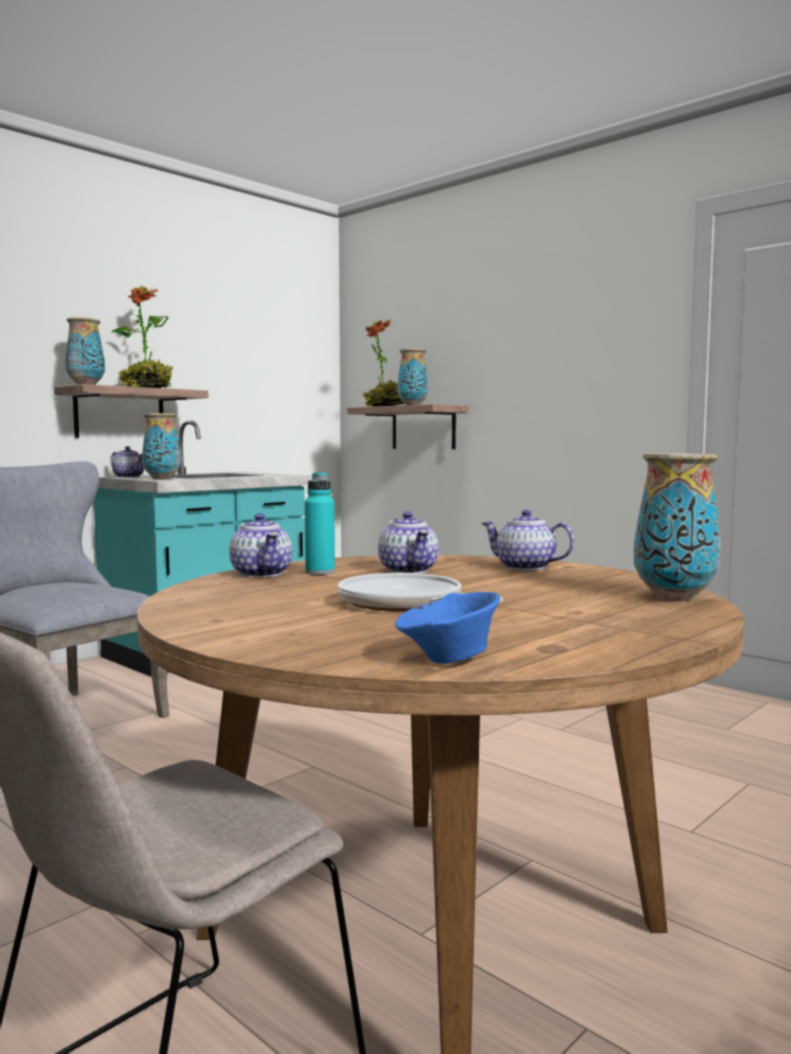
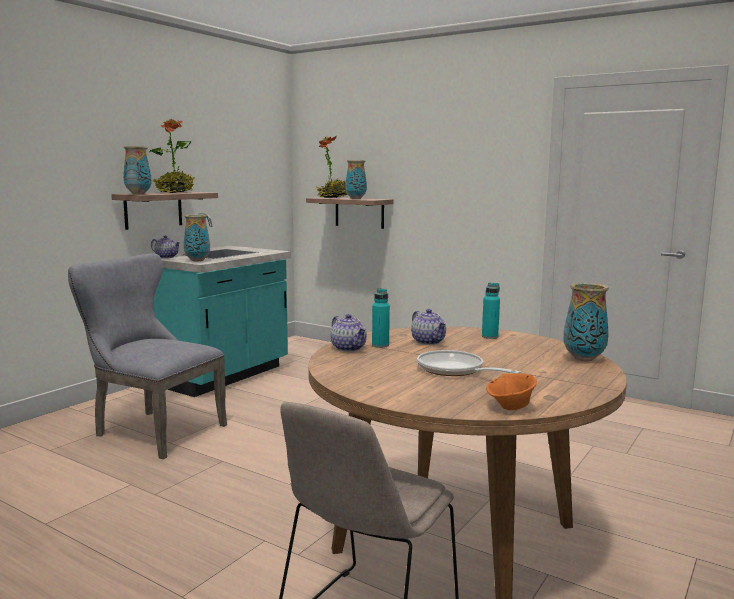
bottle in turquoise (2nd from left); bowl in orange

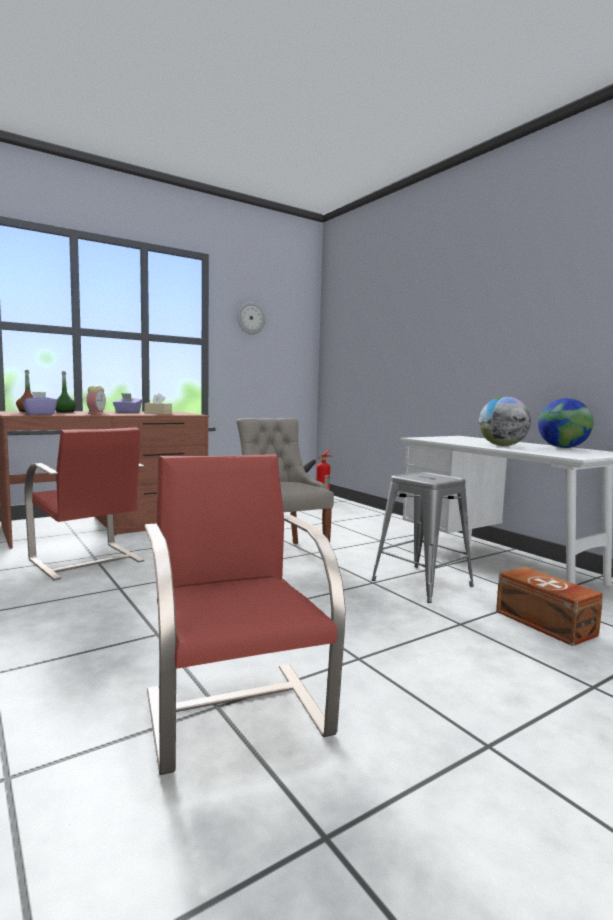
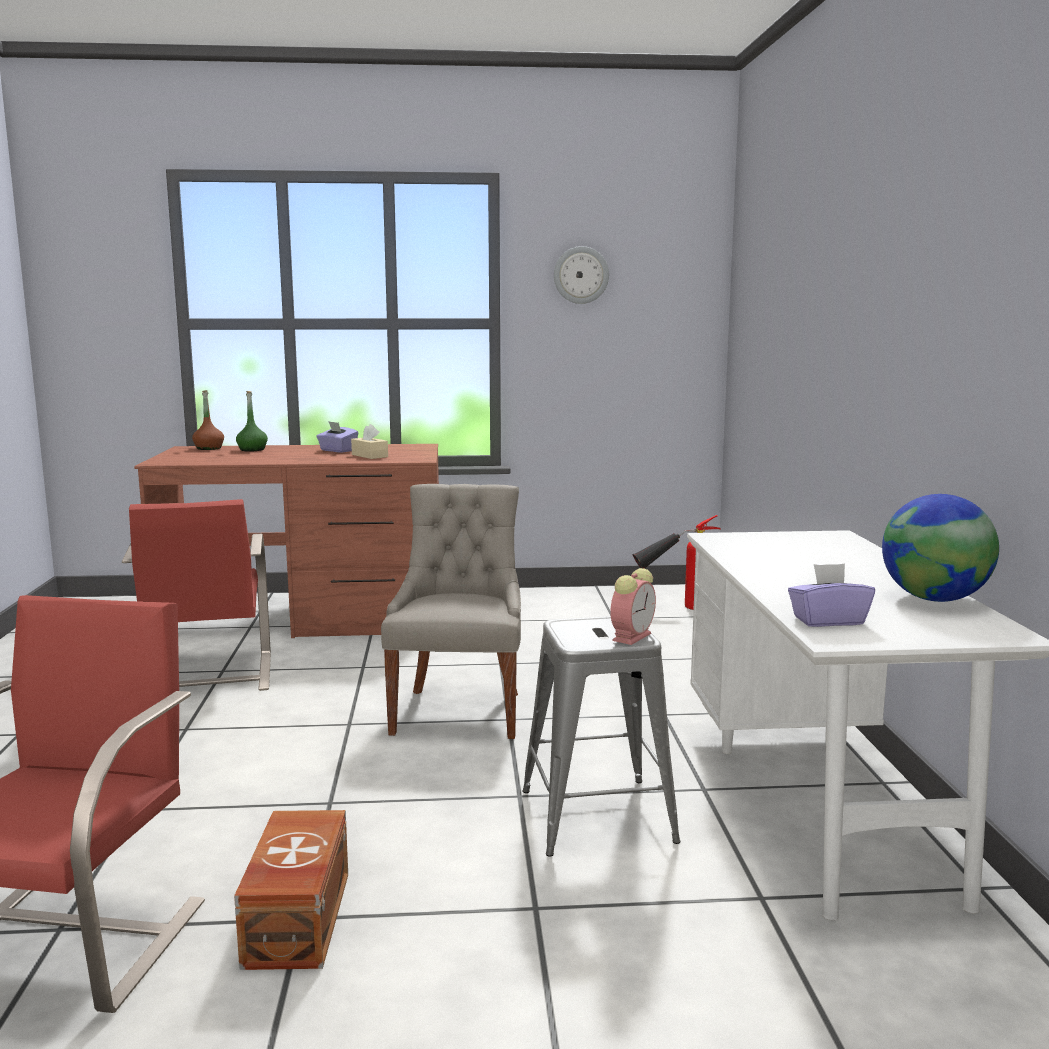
storage box in brown; alarm clock; tissue box in purple (2nd from left); globe (1st from left in the first image)

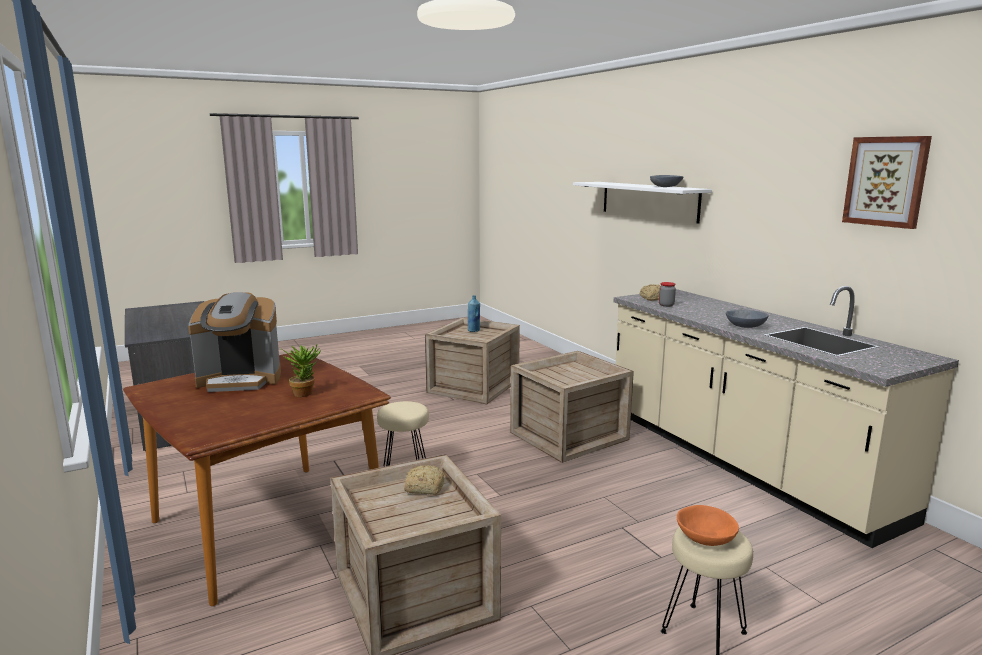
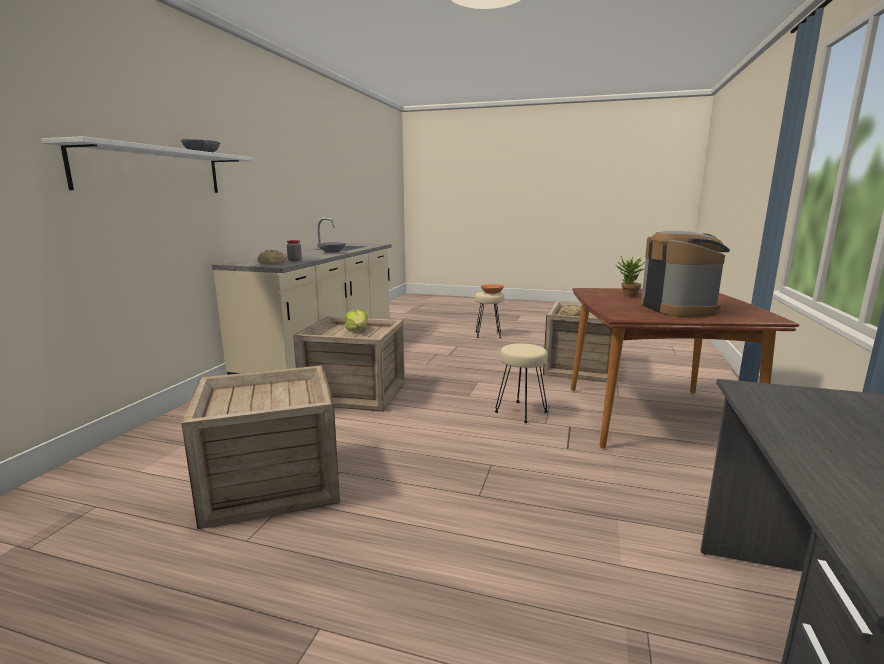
lettuce; coffee machine; bottle in blue; picture

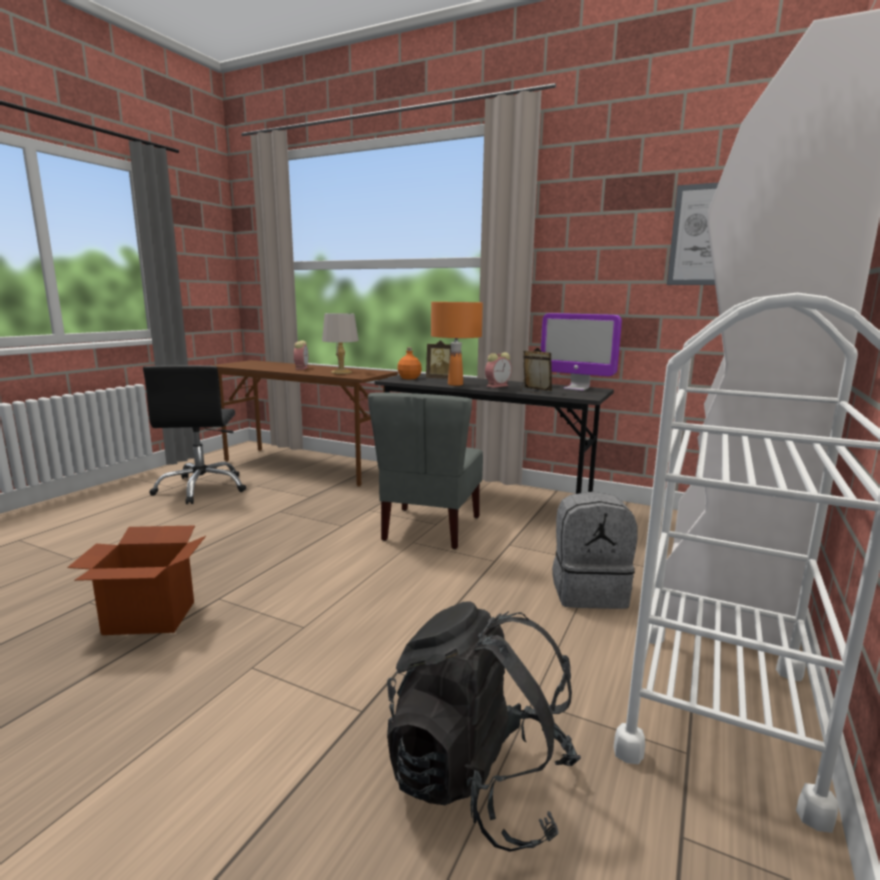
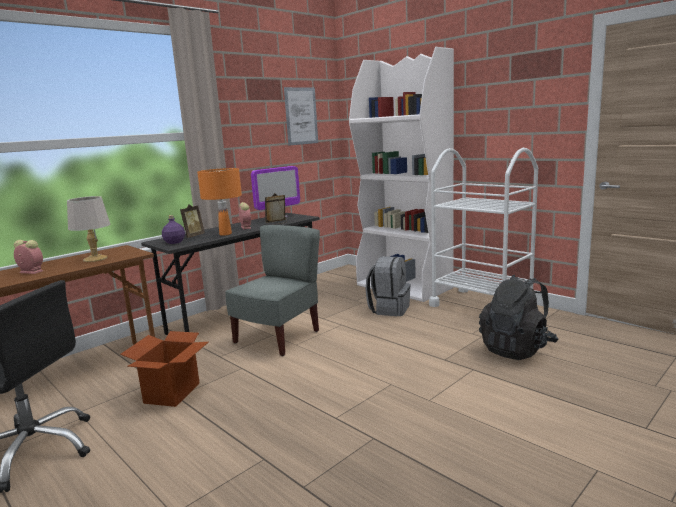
cardboard box; bottle in purple; chair in grey

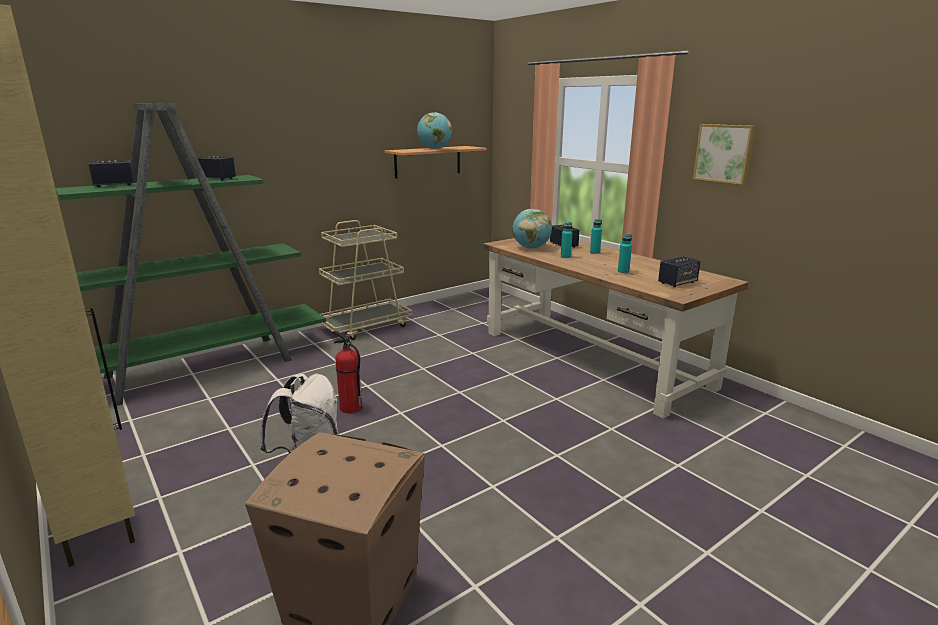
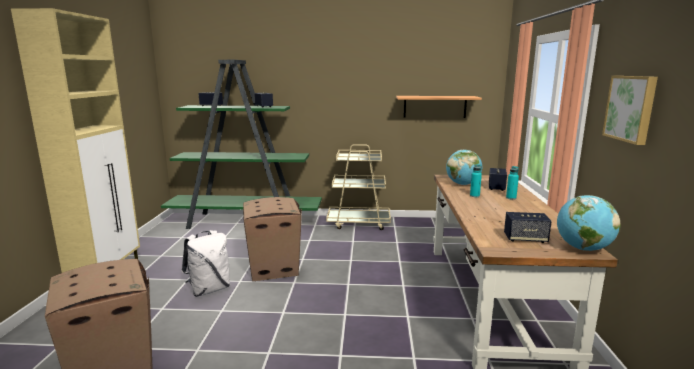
cardboard box (2nd from left); globe (2nd from left); bottle in turquoise (3rd from left in the first image)

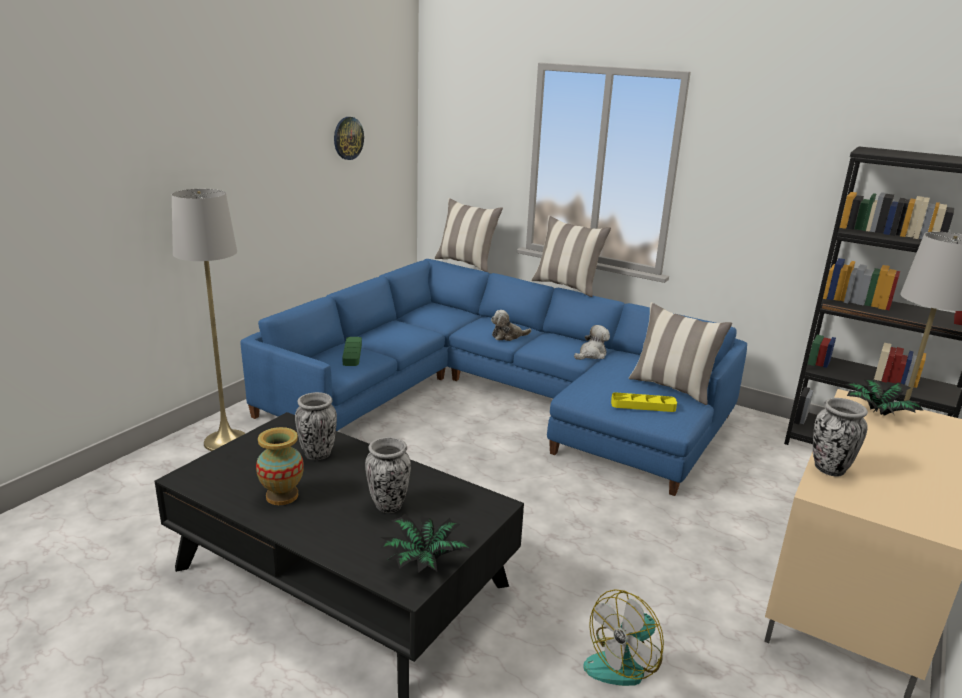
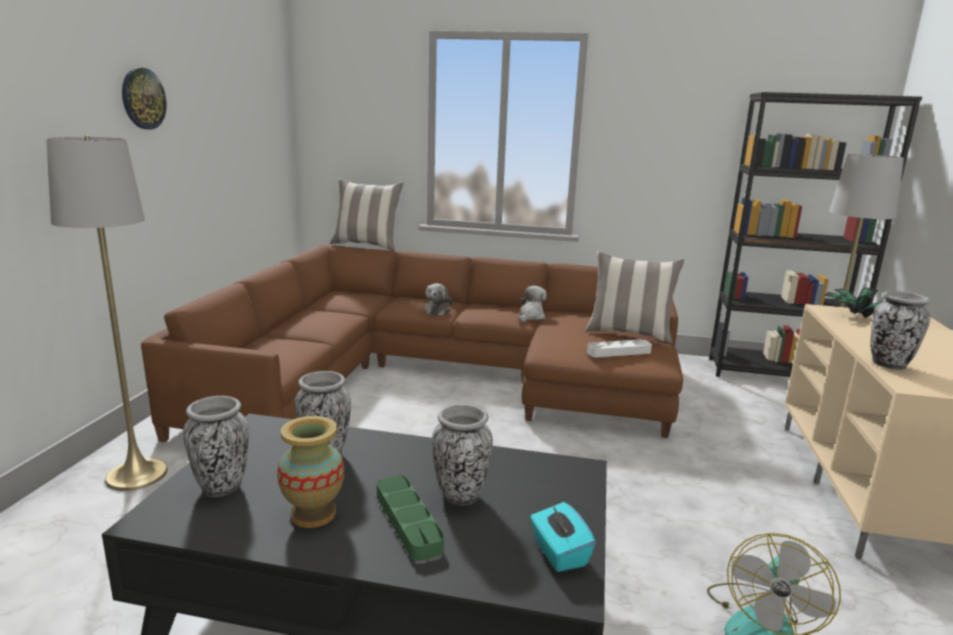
wall clock; sofa in brown; vase (1st from left); tray in green; plush toy (1st from left); tissue box in turquoise; tray in white; pillow (2nd from left in the first image)

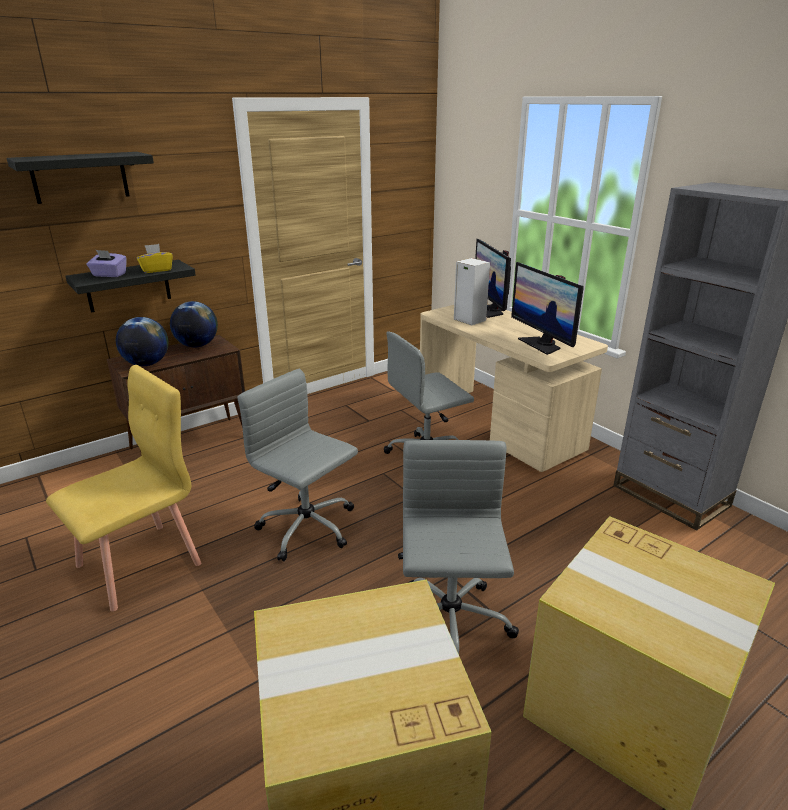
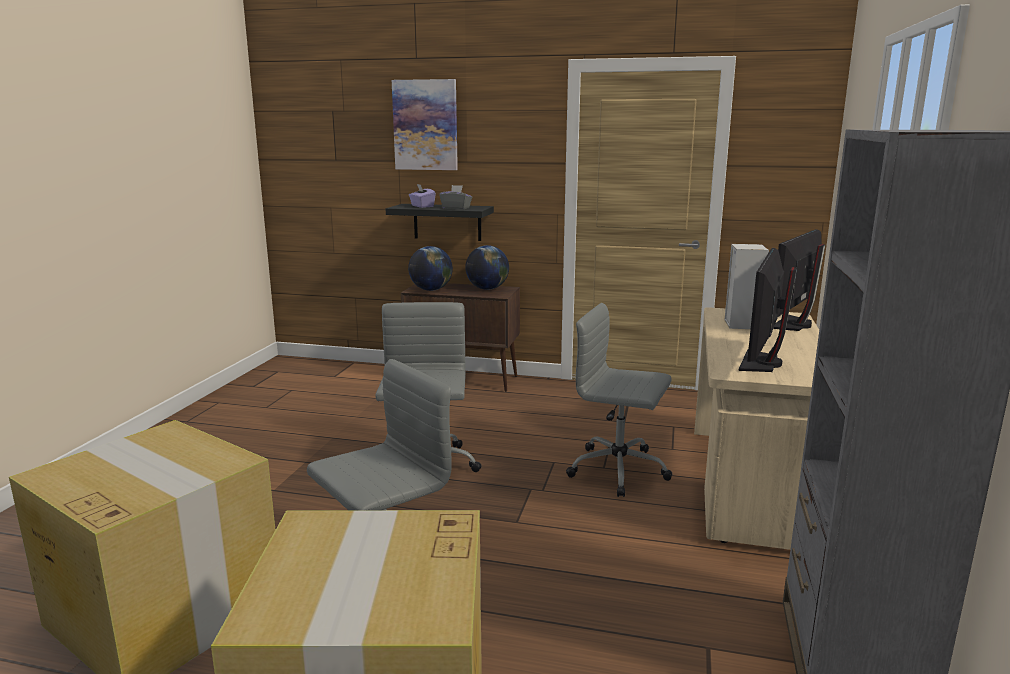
picture; tissue box in grey; chair in yellow

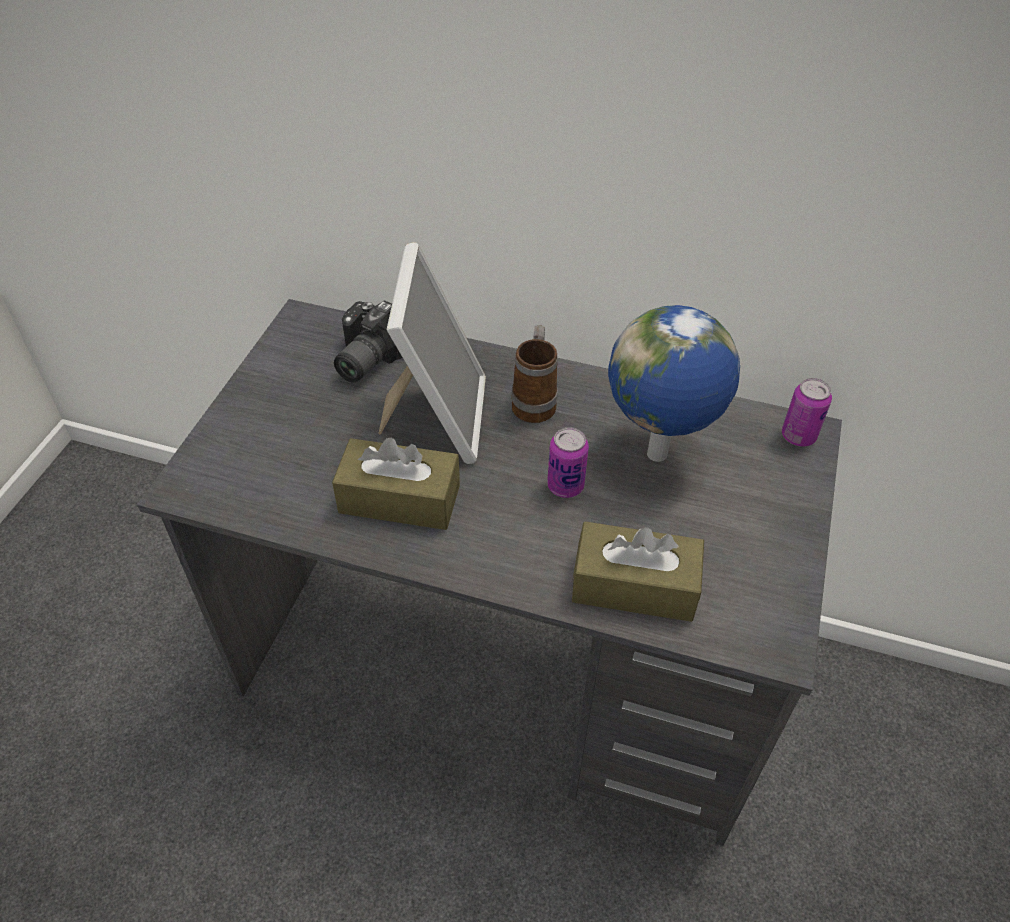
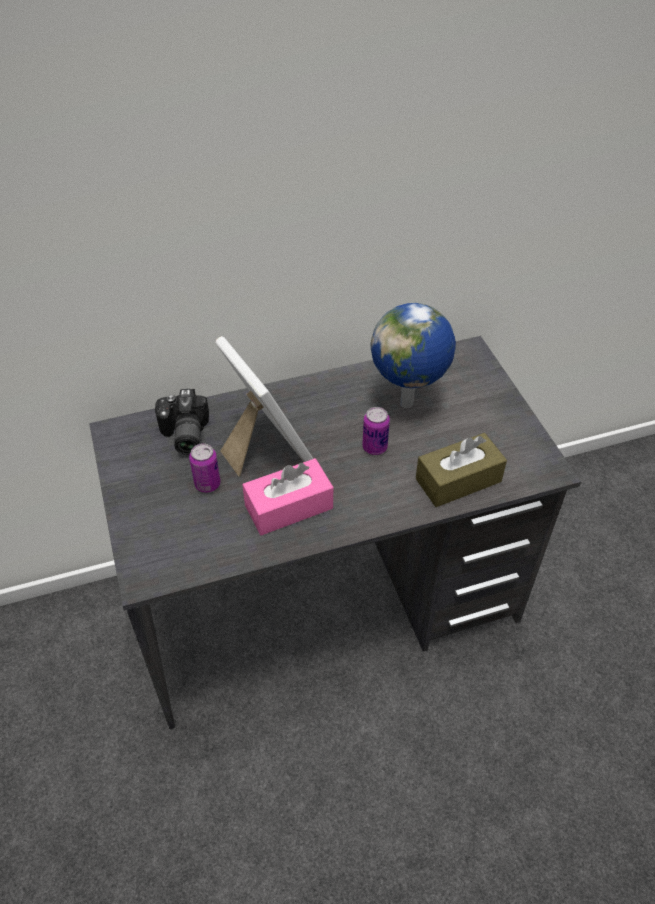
can (1st from left); tissue box in pink; mug

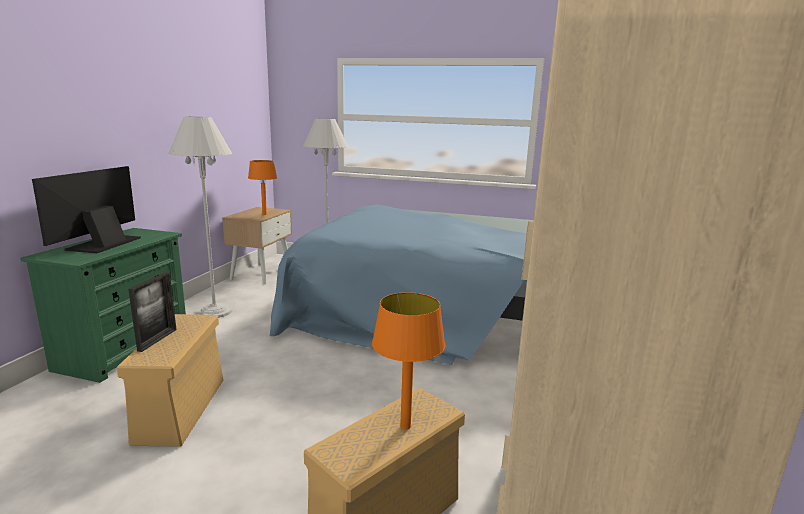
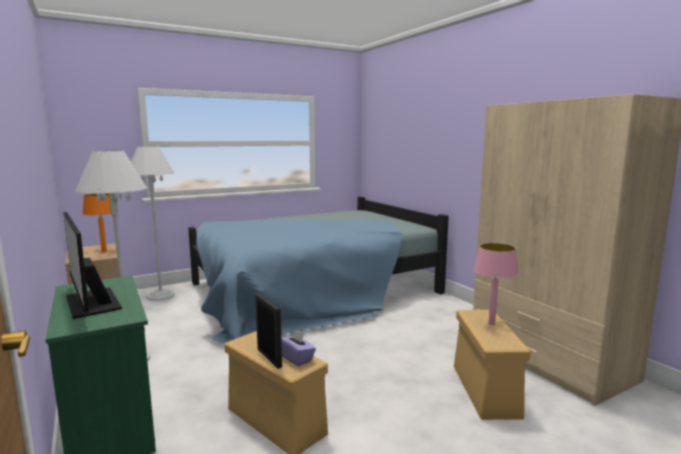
tissue box in purple; table lamp in pink

